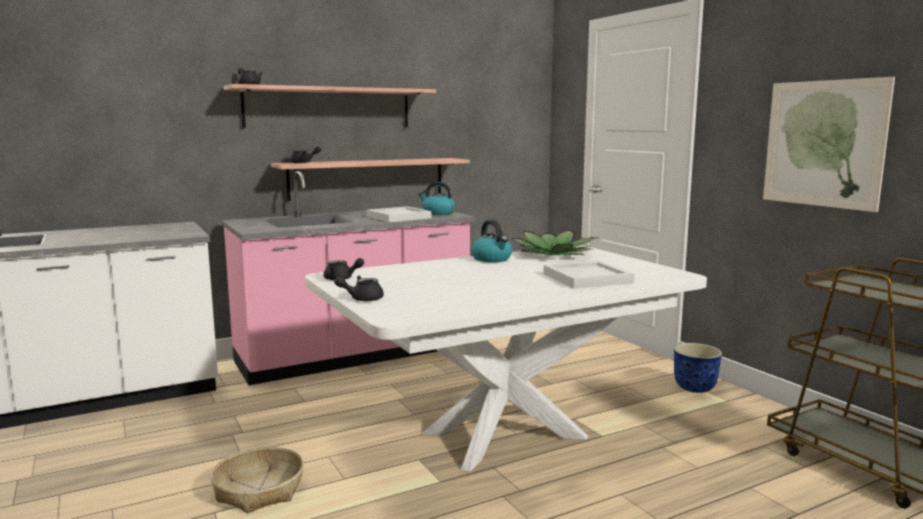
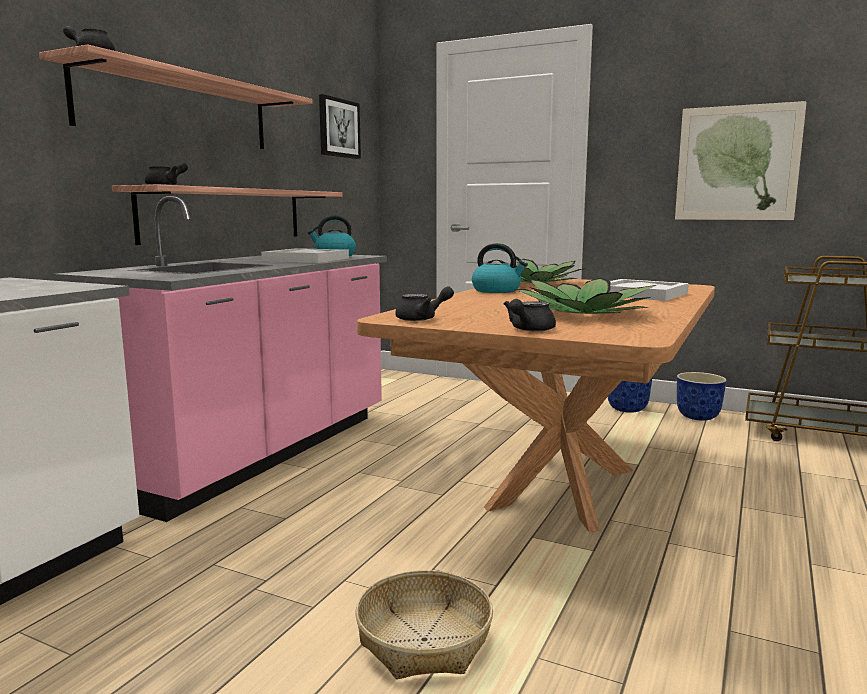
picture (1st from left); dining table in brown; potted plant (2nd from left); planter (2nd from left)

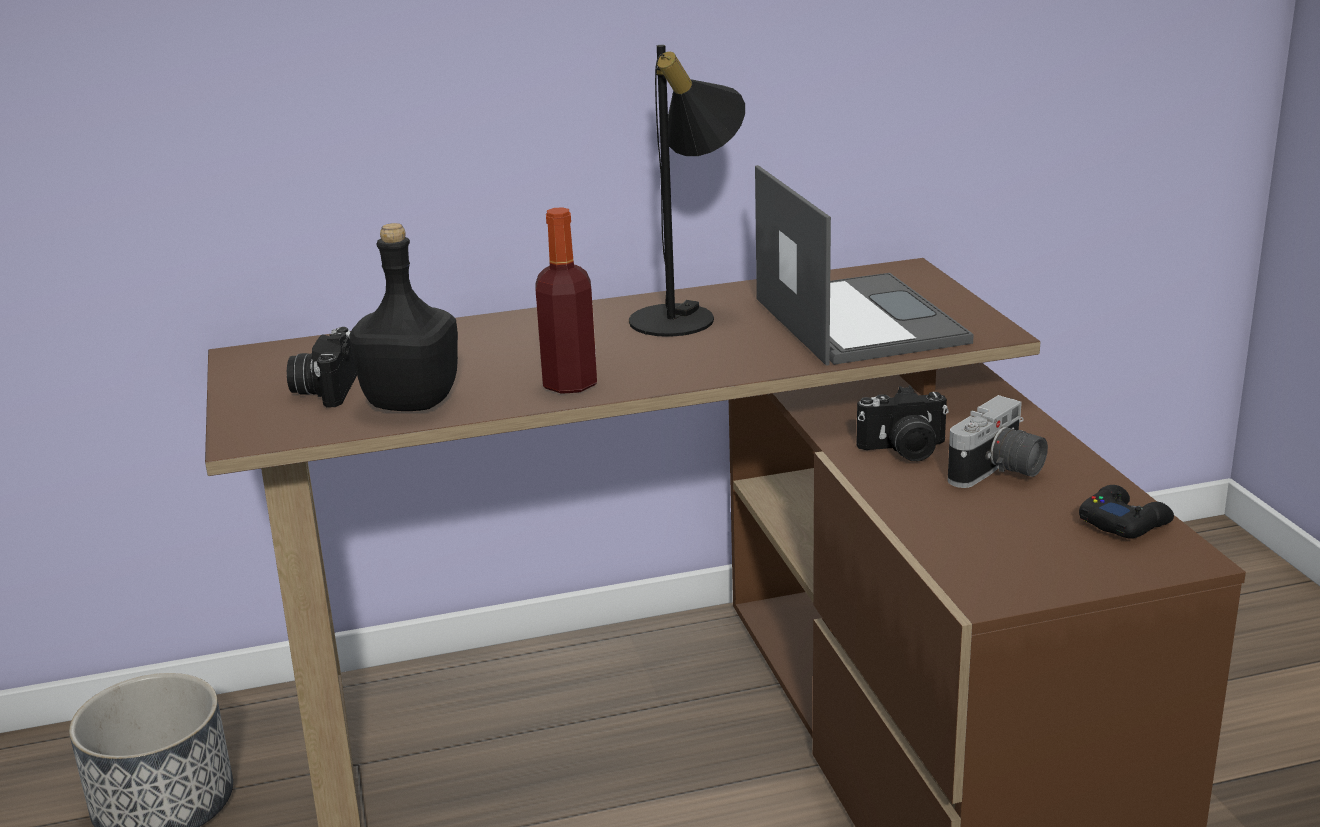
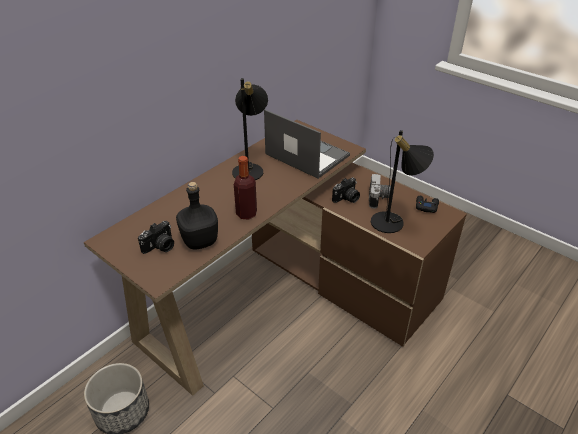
photo camera (1st from left); table lamp in black (2nd from left)

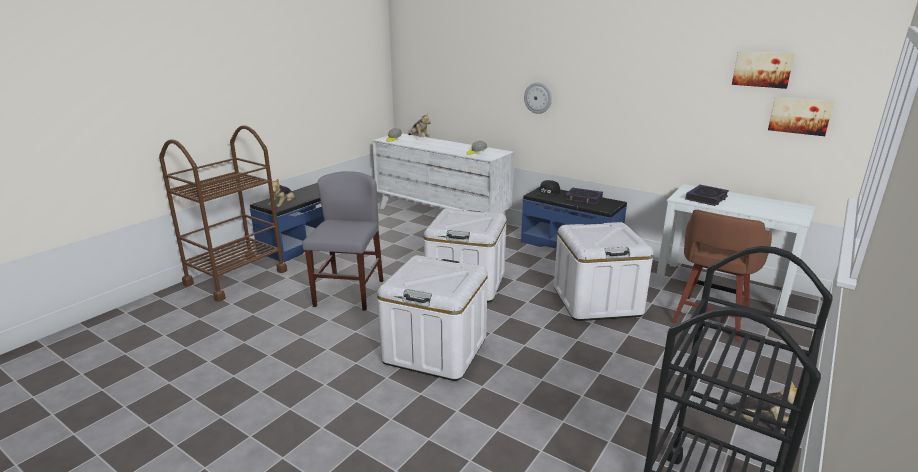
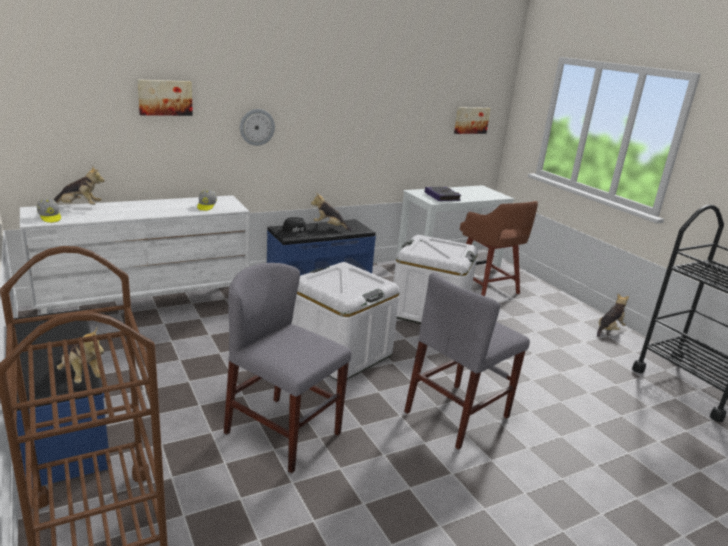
picture (1st from left); plush toy (3rd from left); chair in grey (2nd from left)

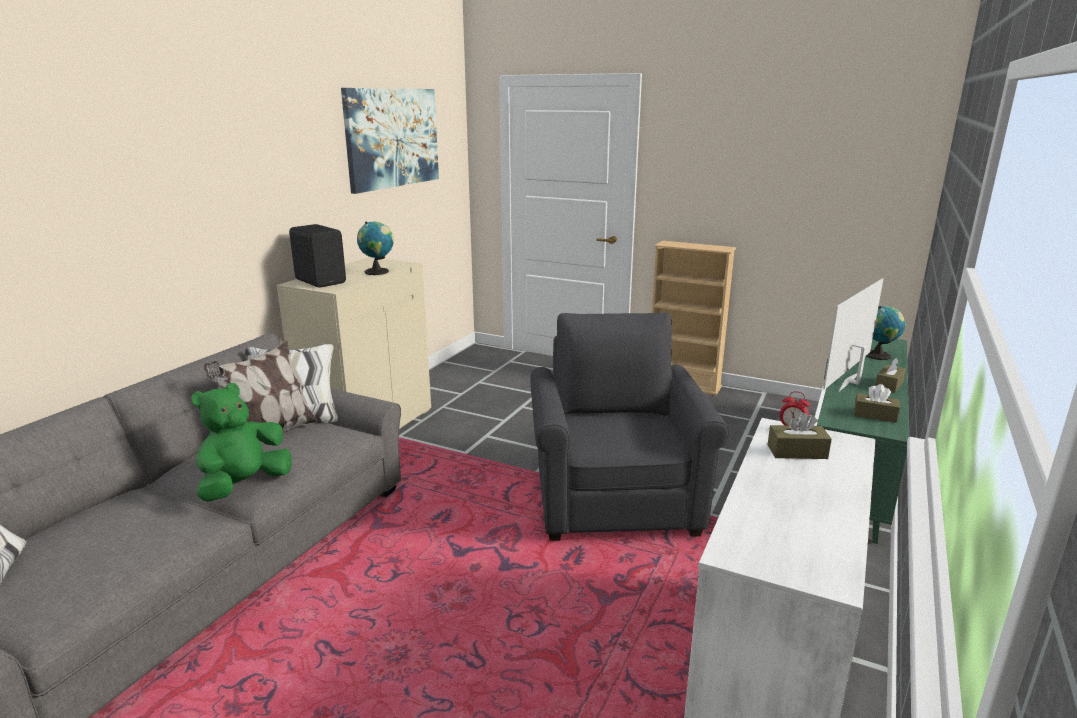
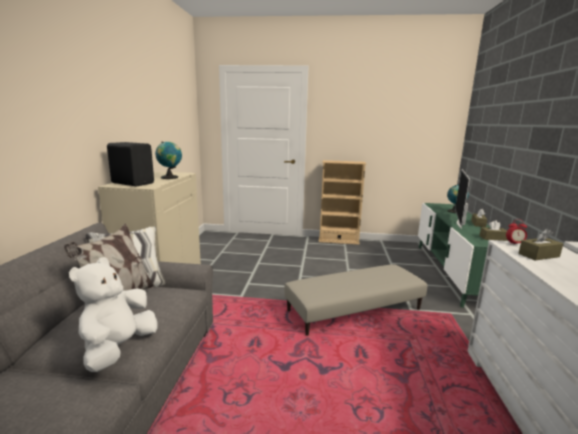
plush toy in white; ottoman in beige; picture

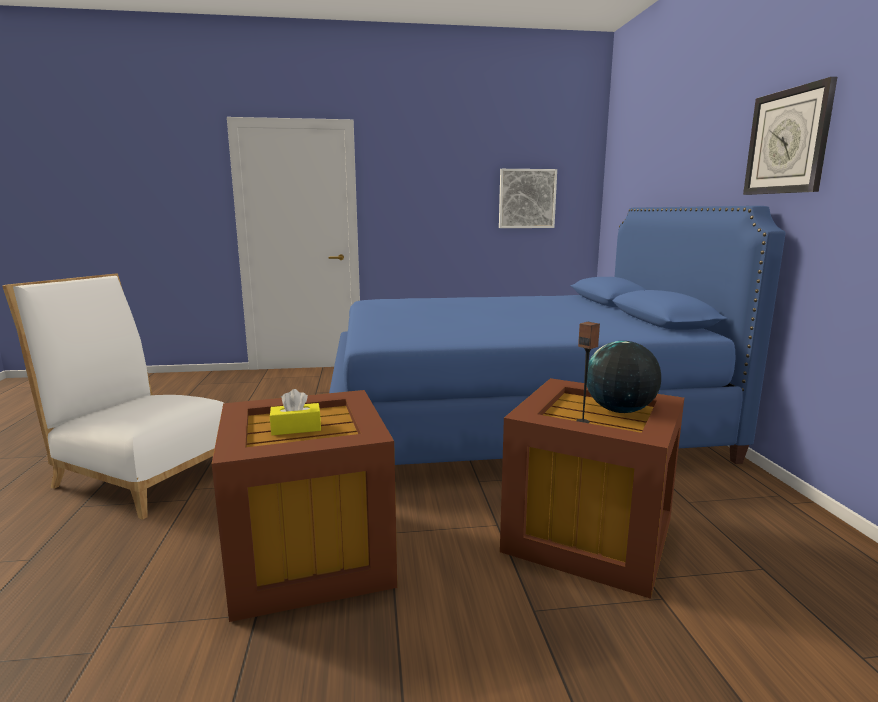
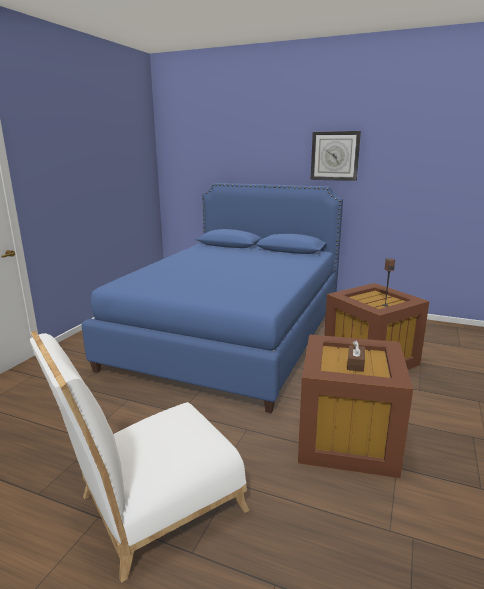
tissue box in brown; picture; globe

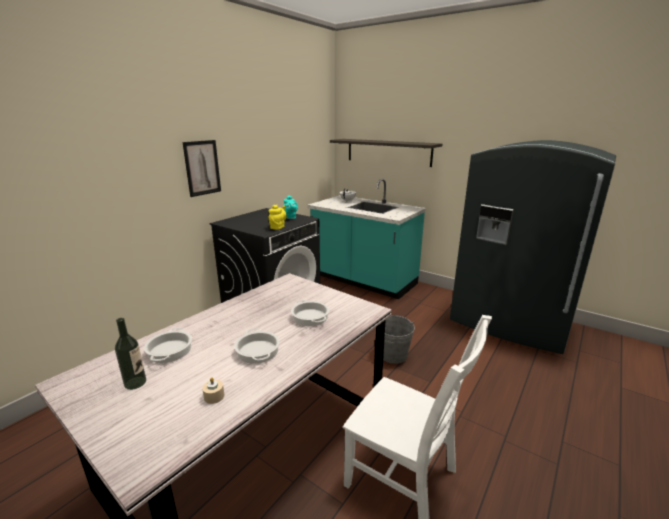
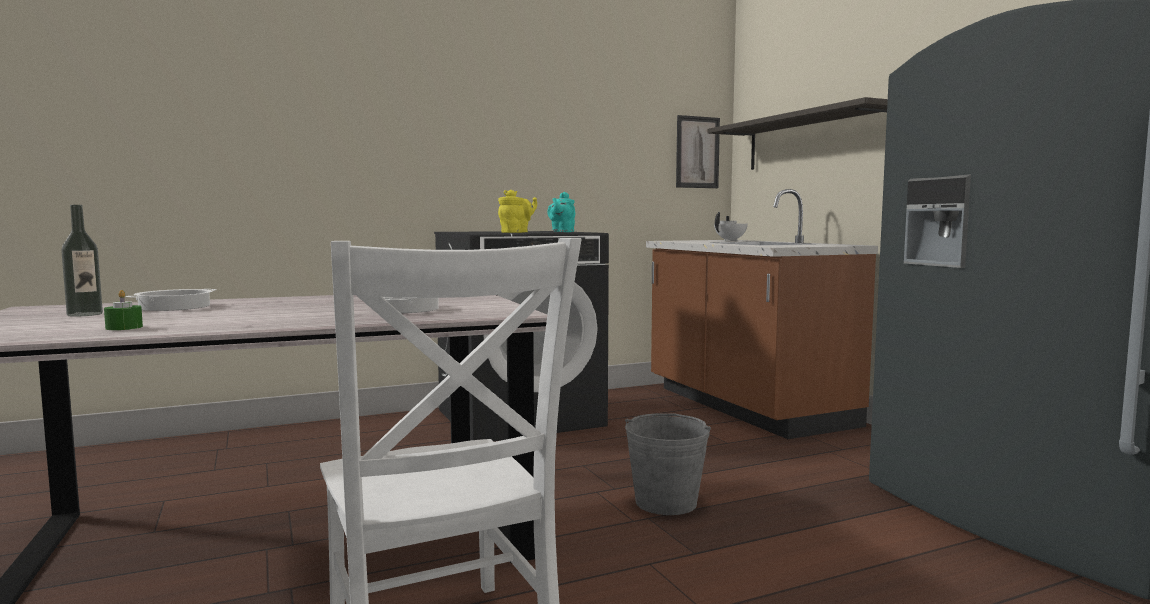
candle in green; counter in brown; picture; cooking pot (2nd from left in the first image)

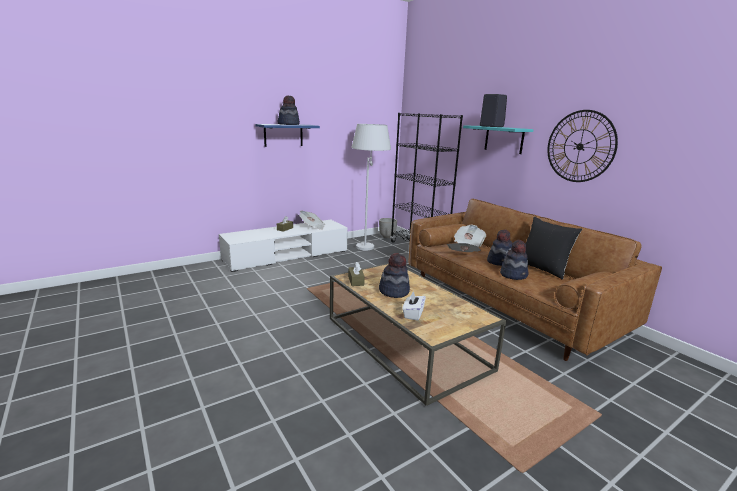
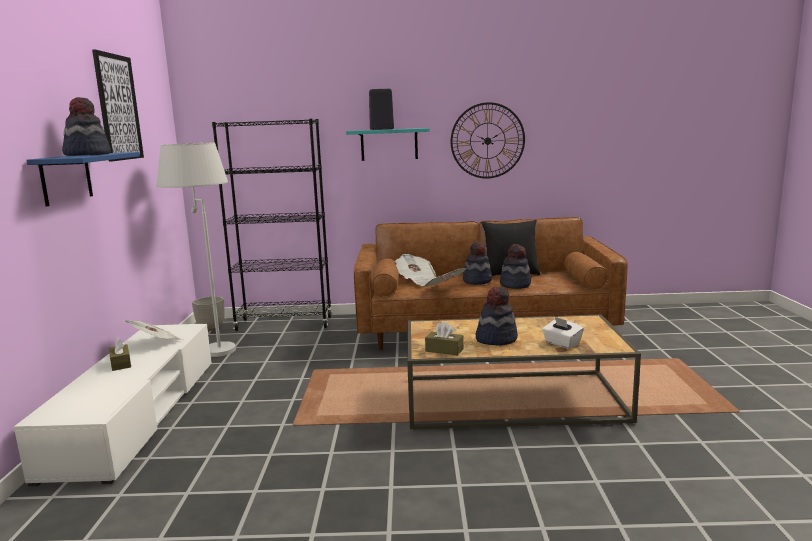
picture

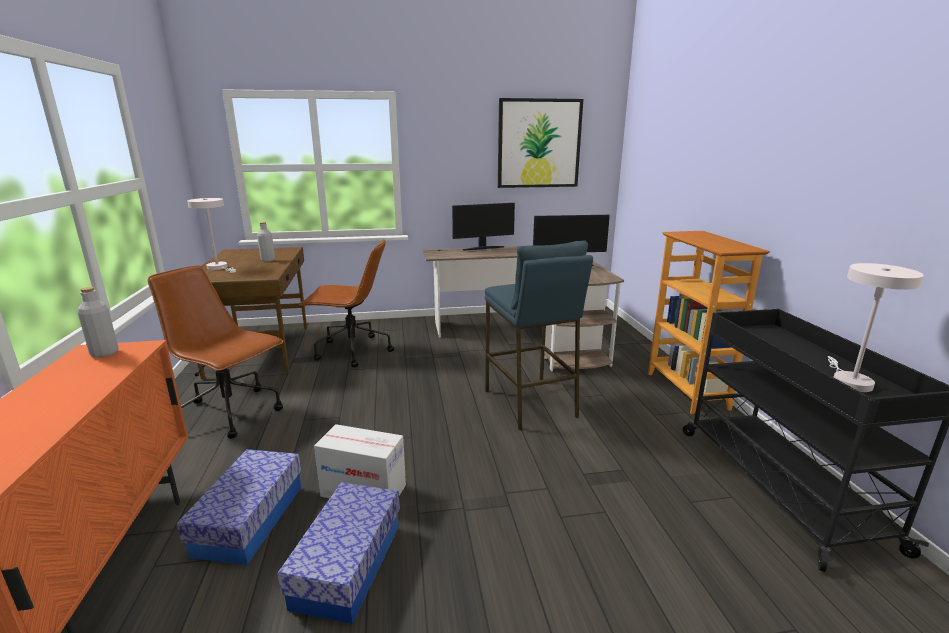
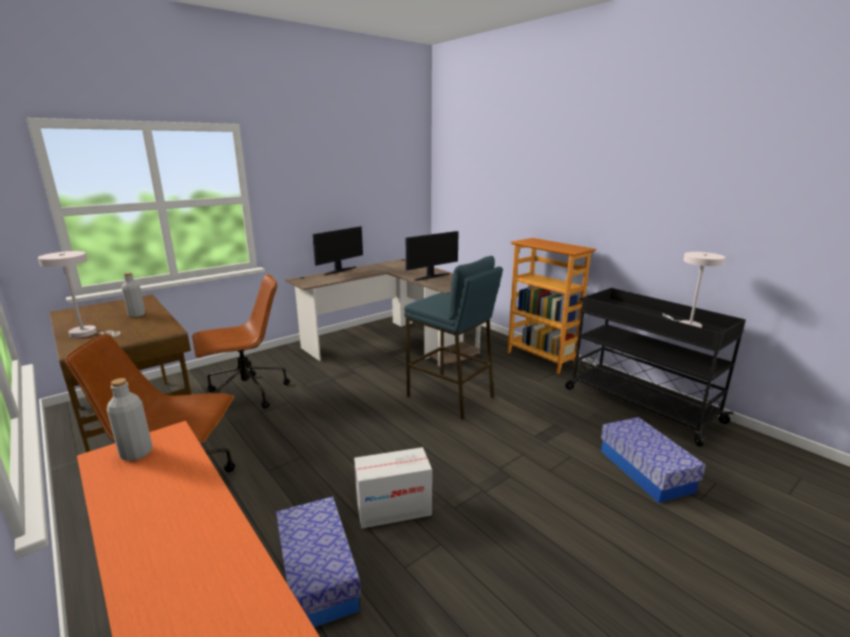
storage box (2nd from left); picture

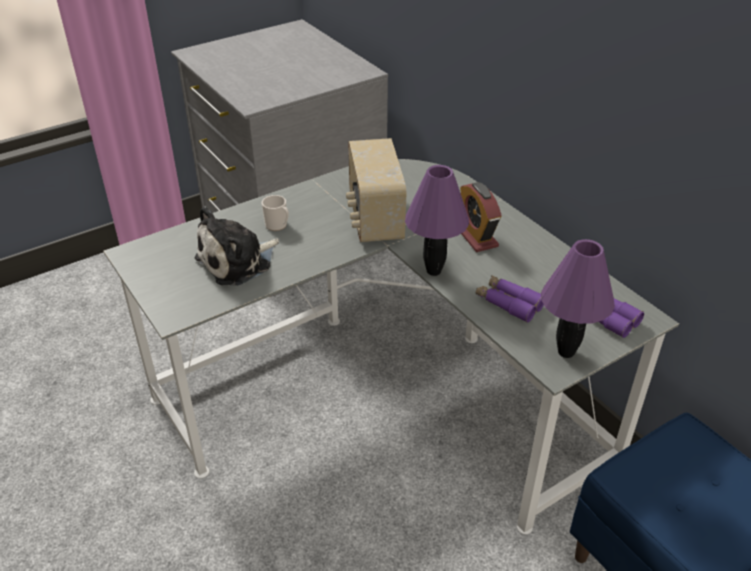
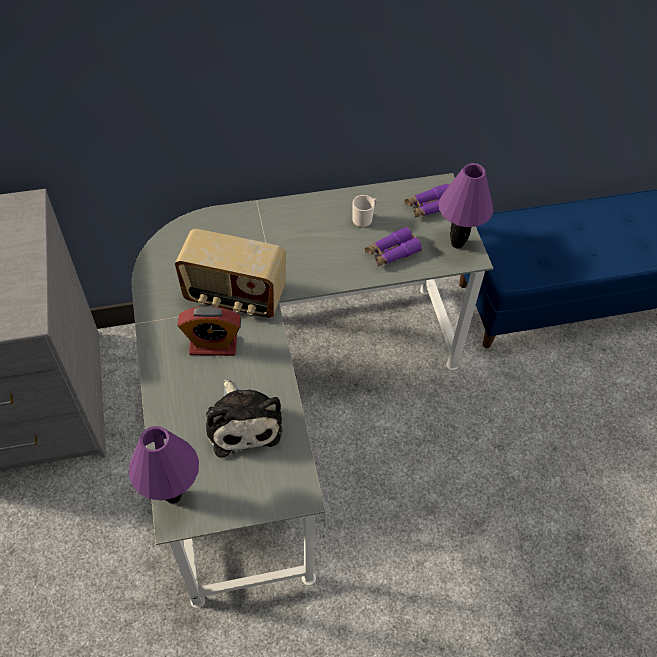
table lamp in purple (1st from left); alarm clock; mug

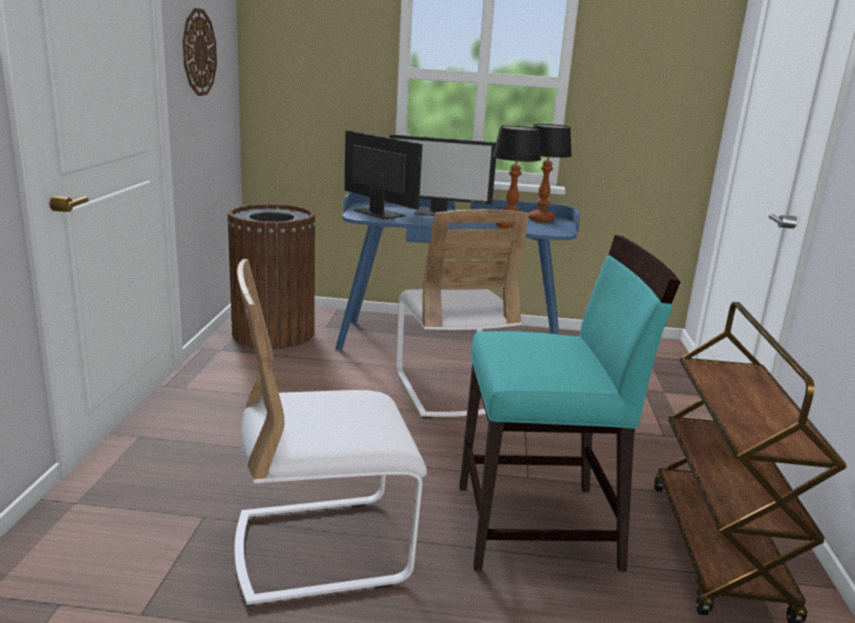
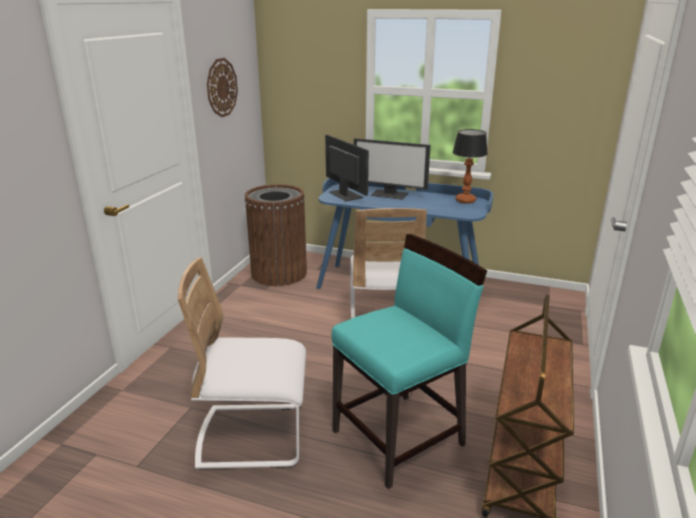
chair in turquoise; table lamp (1st from left in the first image)

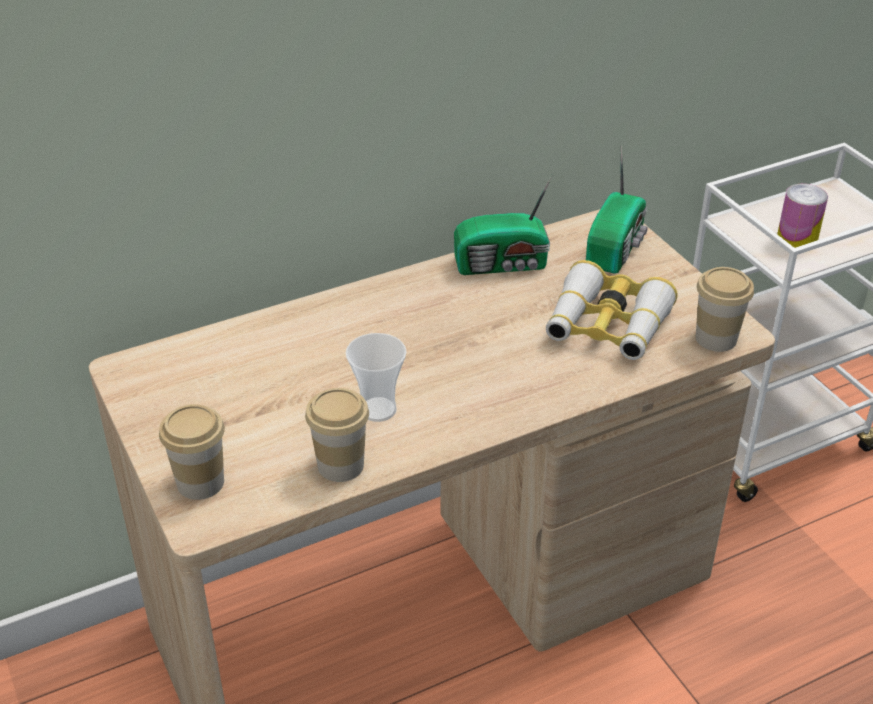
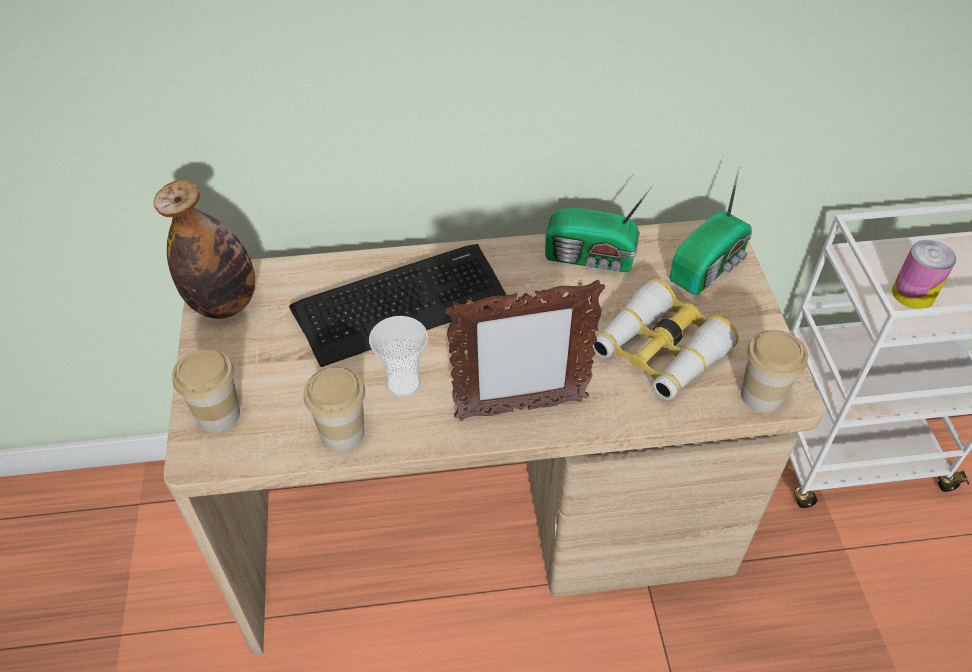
bottle; keyboard; picture frame

